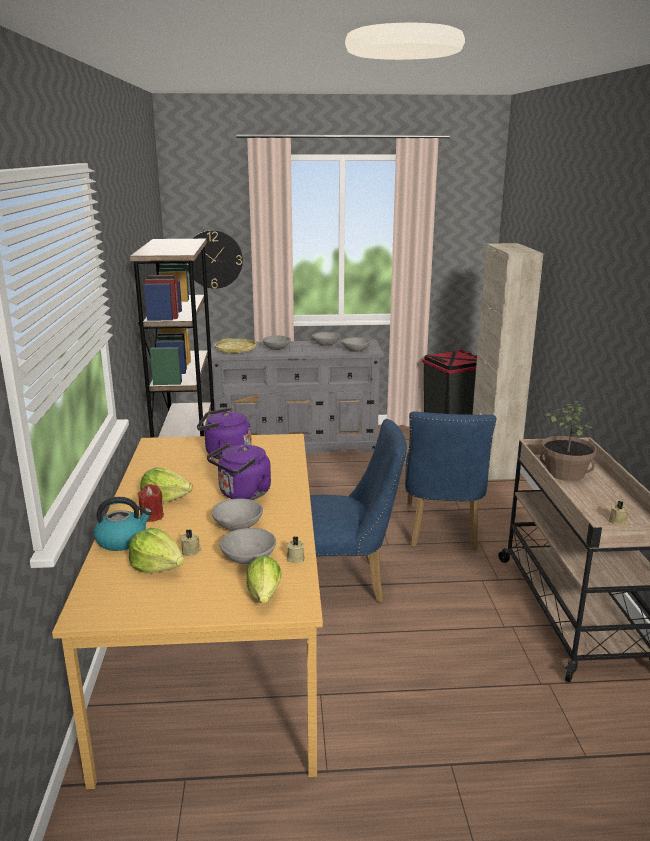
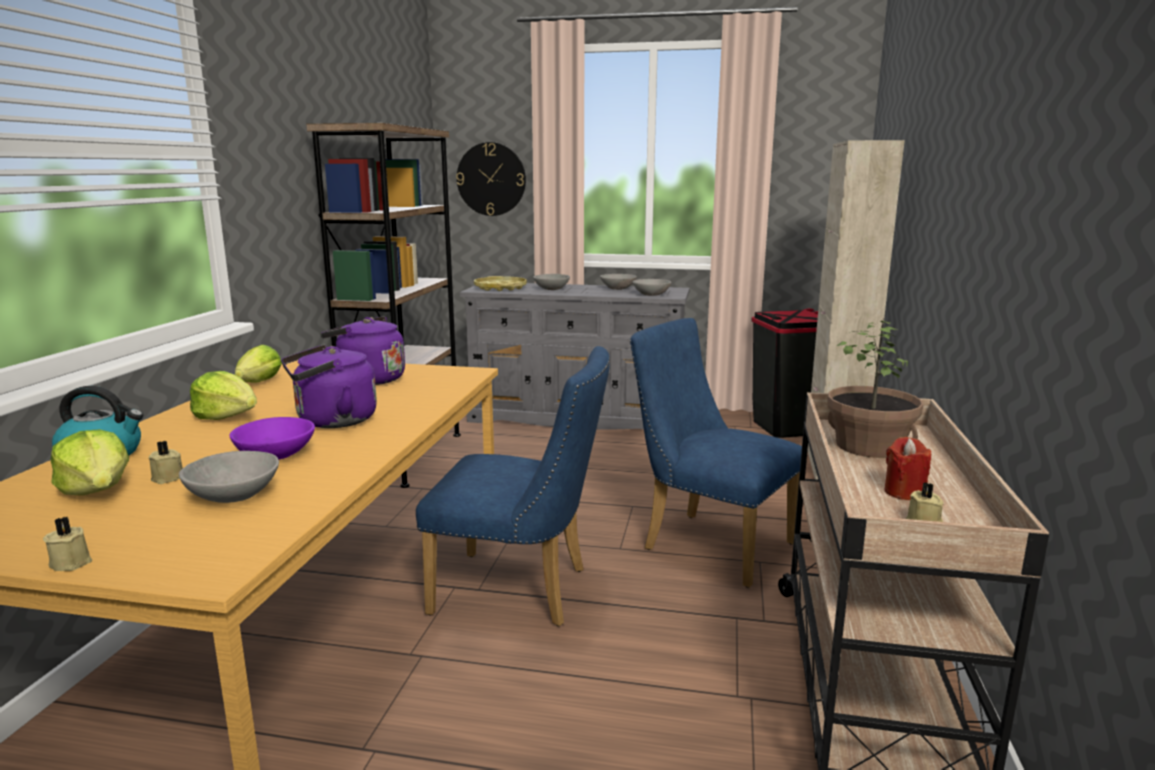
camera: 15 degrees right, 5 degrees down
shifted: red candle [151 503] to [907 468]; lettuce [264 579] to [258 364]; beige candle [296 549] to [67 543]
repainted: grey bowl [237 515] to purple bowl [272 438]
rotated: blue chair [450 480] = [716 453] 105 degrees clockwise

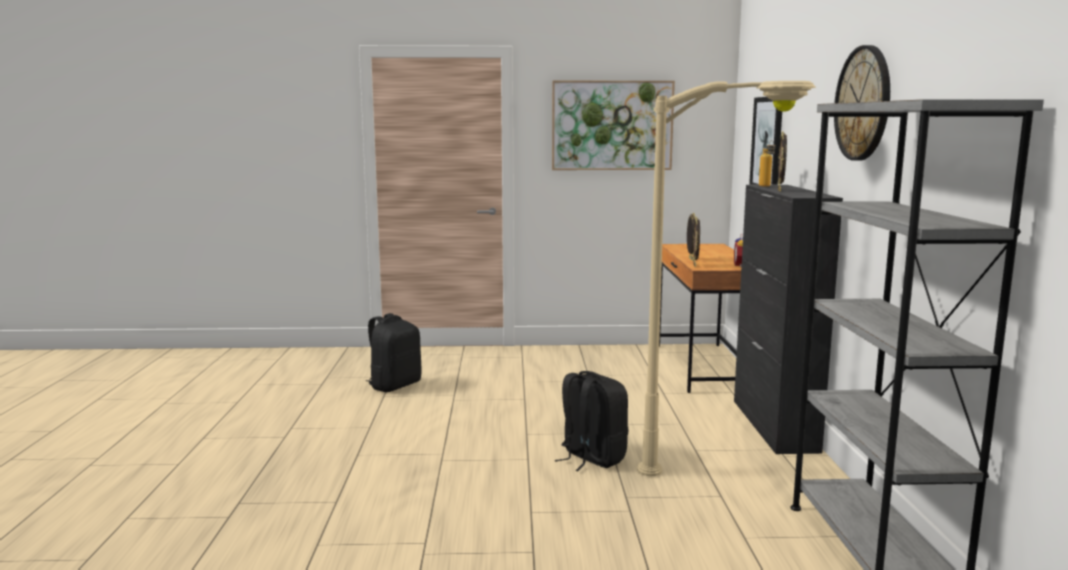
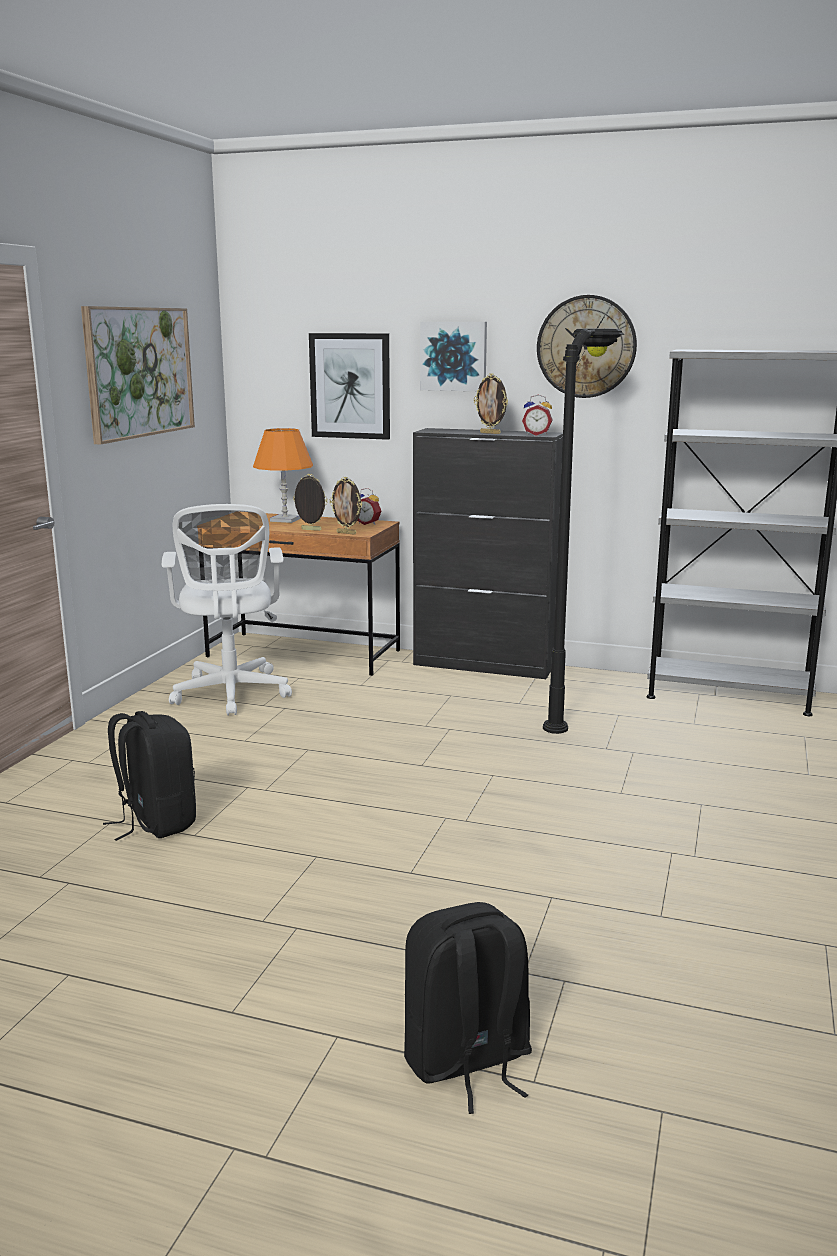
camera: 70 degrees left, 5 degrees up
gone: bottle [767 163]
new: white office chair [227 610]; orange table lamp [283 475]; picture [453 356]; alarm clock [537 415]
shifted: black backpack [591 421] to [468 1008]
repainted: beige floor lamp [726 278] to black floor lamp [583 531]

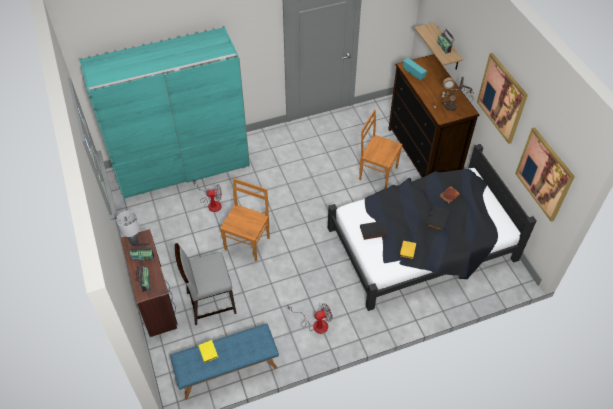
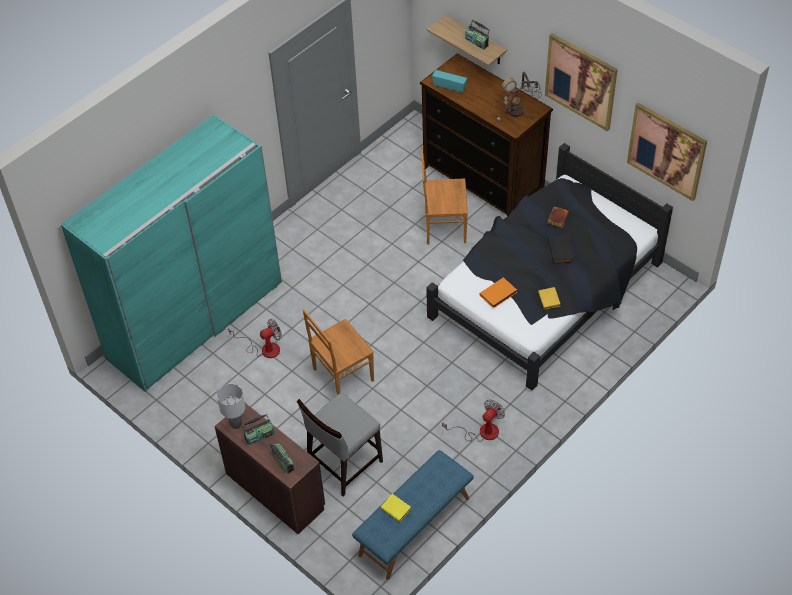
camera: 25 degrees left, 0 degrees up
repainted: black book [374 230] to orange book [498 292]
rotated: brown chair [245 219] = [338 352] 120 degrees counterclockwise

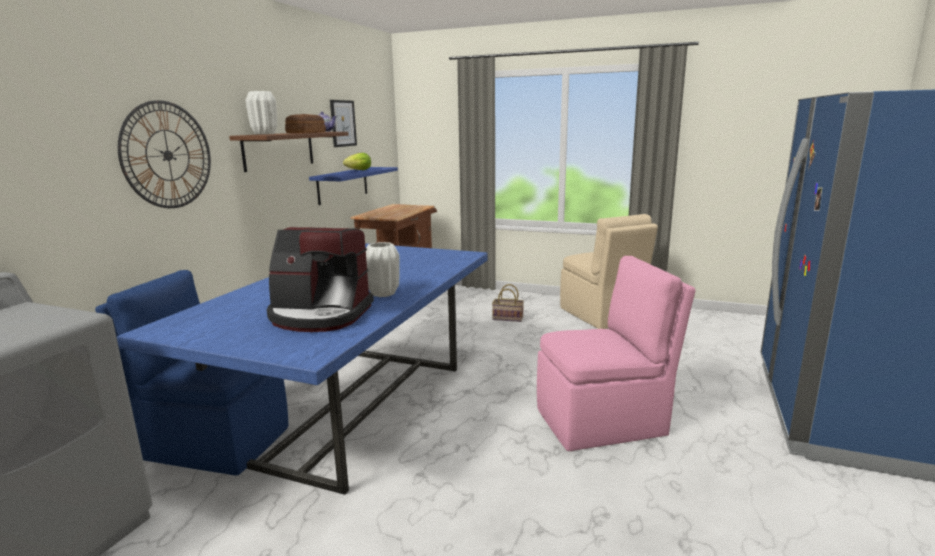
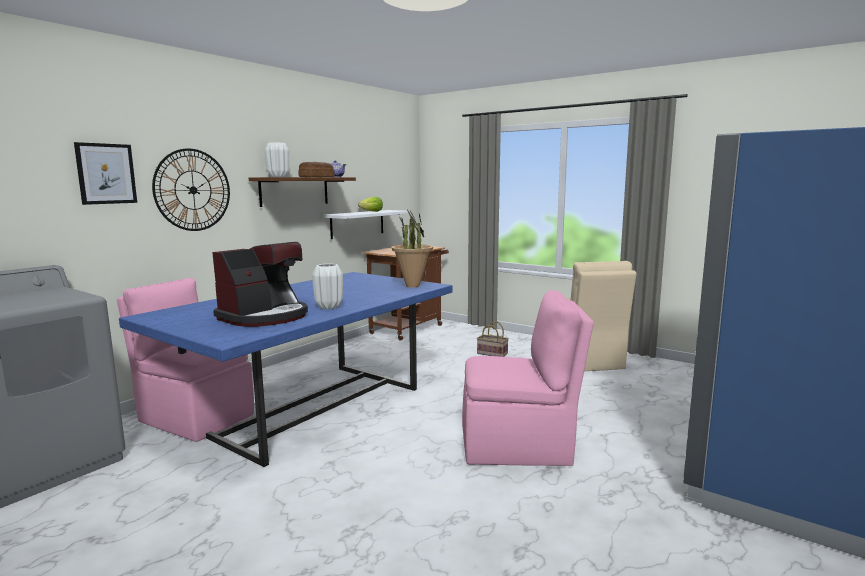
camera: 15 degrees right, 5 degrees down
new: potted plant [412 248]
shifted: picture [343 123] to [105 173]
repainted: blue chair [191 373] to pink chair [185 360]; blue shelf [353 186] to white shelf [366 224]
rotated: coffee machine [320 279] = [260 284] 75 degrees counterclockwise

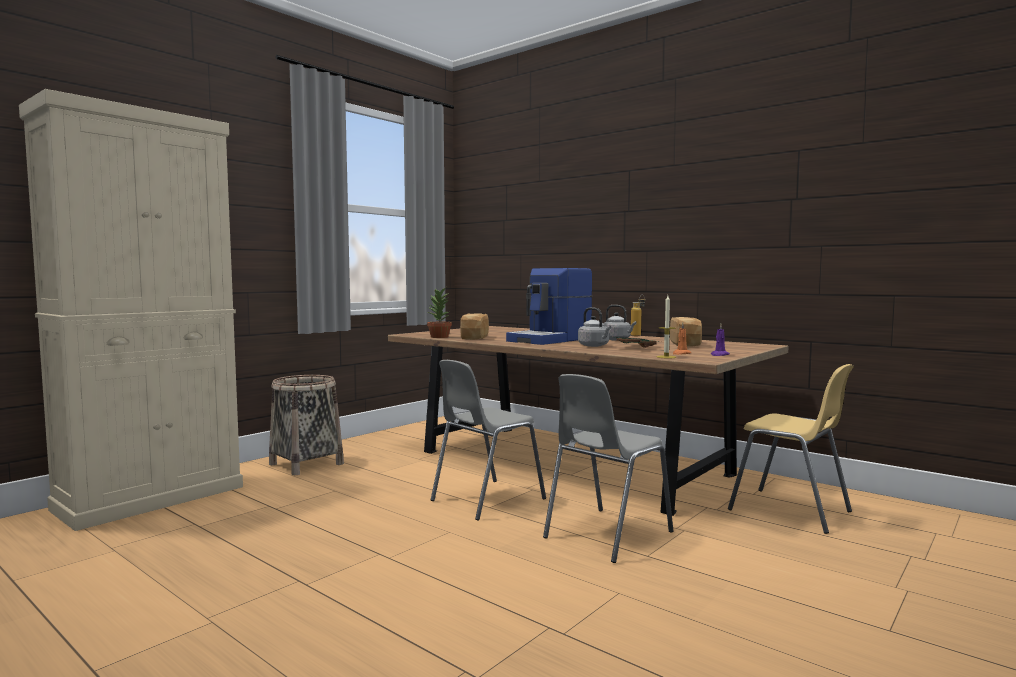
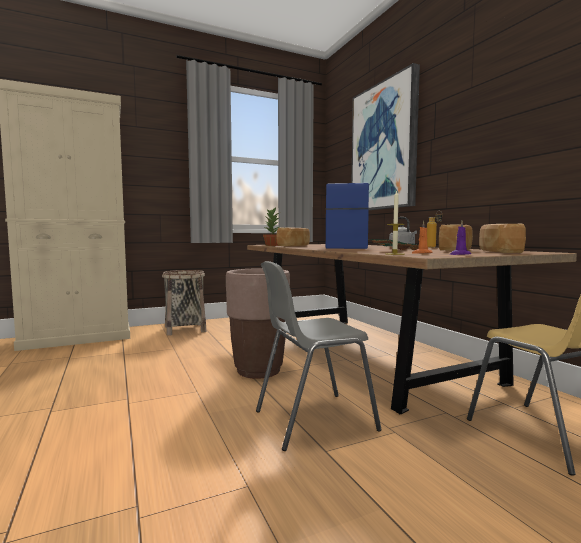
camera: 25 degrees right, 0 degrees up
gone: grey kettle [594 327]
new: picture [386 136]; bread [502 238]
swapped: grey chair [488 440] to brown planter [258 324]
rotated: coffee machine [549 306] = [347 216] 120 degrees clockwise

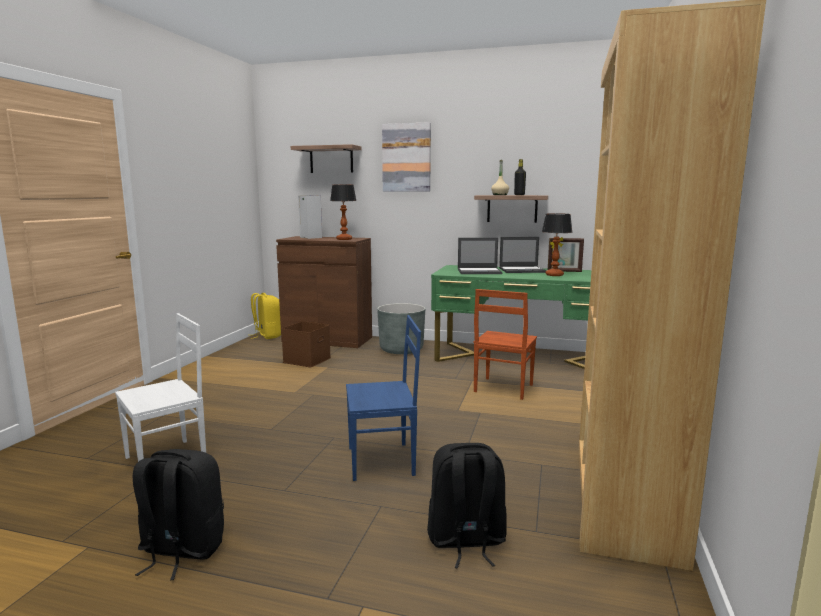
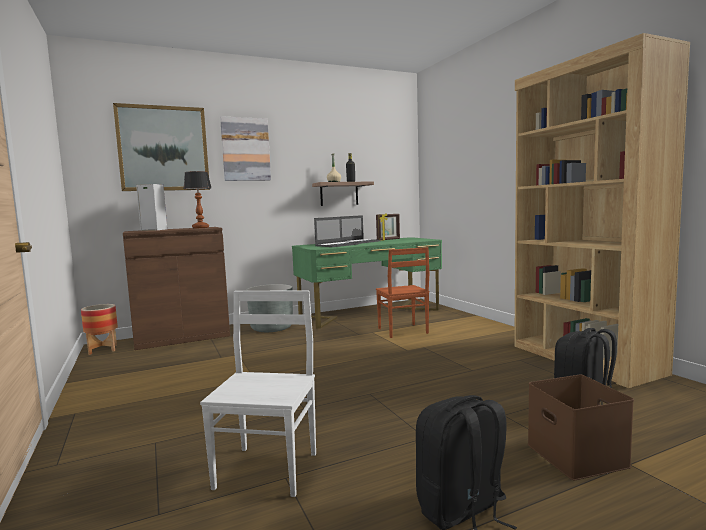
camera: 40 degrees left, 5 degrees down
gone: blue chair [383 398]; table lamp [557 244]
shifted: brown storage box [306 344] to [581 427]
swapped: yellow backpack [266 316] to planter [99 329]; shelf [326 158] to picture [161 147]

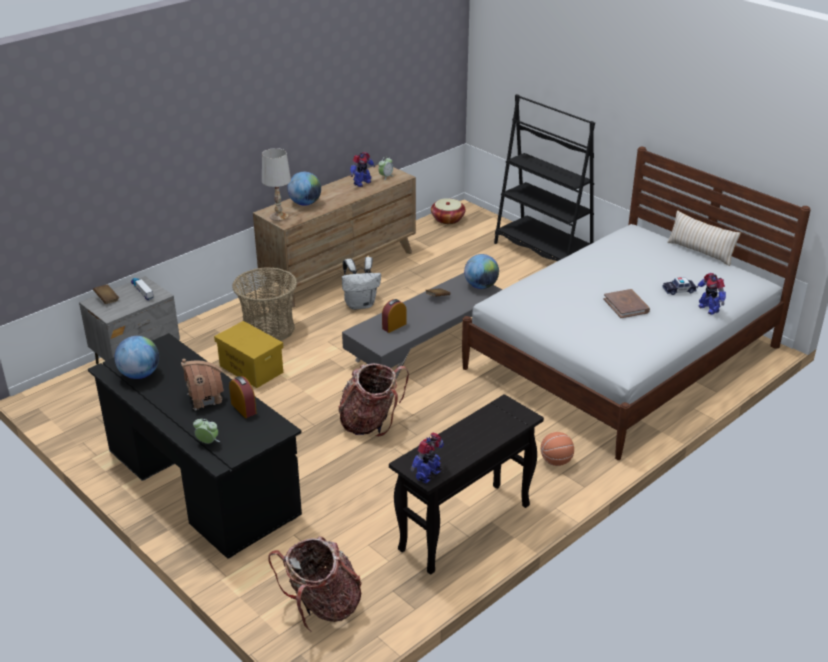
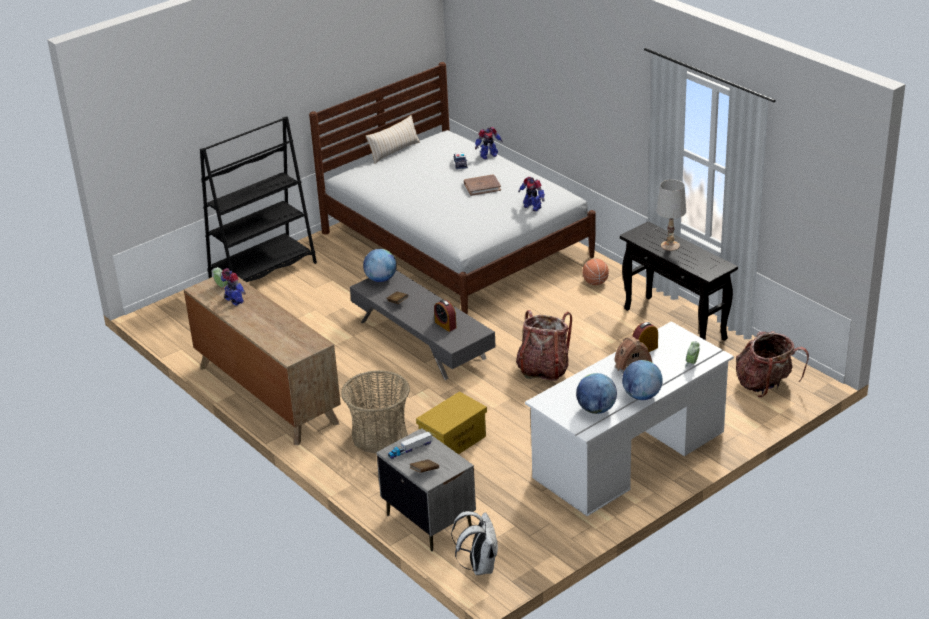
camera: 85 degrees left, 0 degrees up
gone: basket [448 211]
shifted: white table lamp [276 184] to [671 215]; globe [304 189] to [642 380]; white backpack [361 283] to [474 543]; toy robot [427 458] to [531 194]
repainted: black desk [195 446] to white desk [629 418]

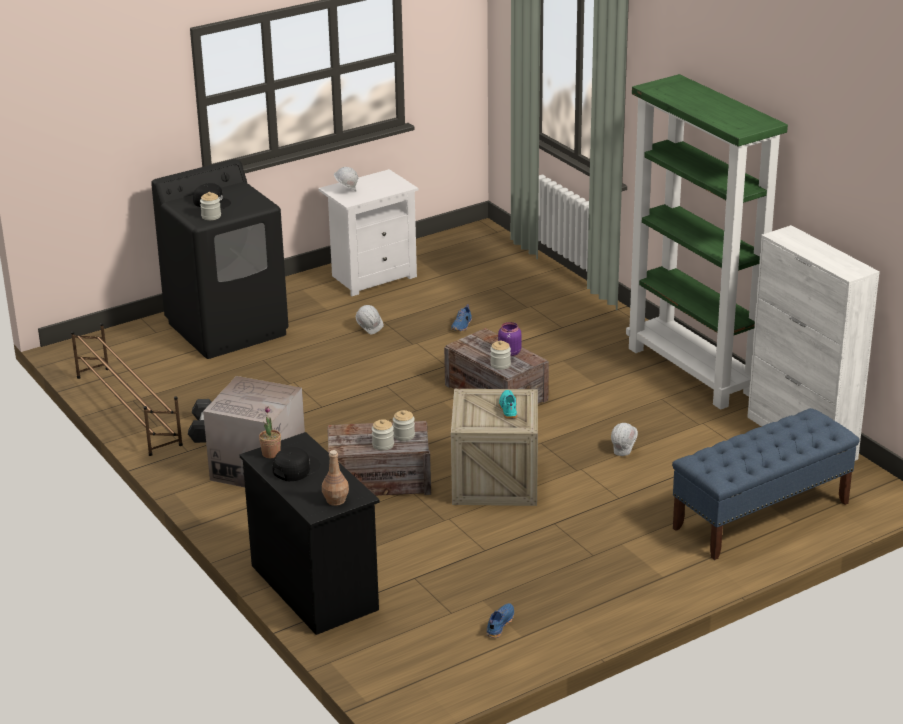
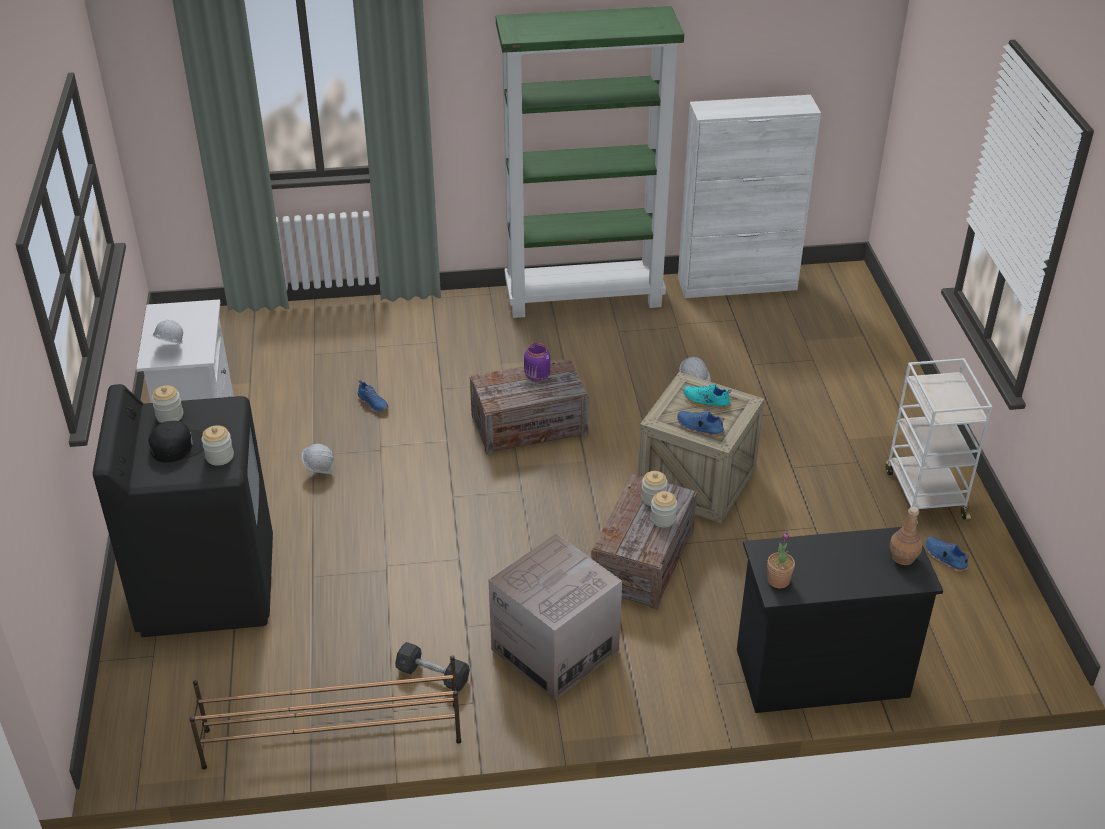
camera: 65 degrees left, 10 degrees up
gone: black cap [296 464]; blue bench [766 484]
new: blue shoe [701 424]; white cart [938 441]
shifted: jar [500 355] to [167 404]

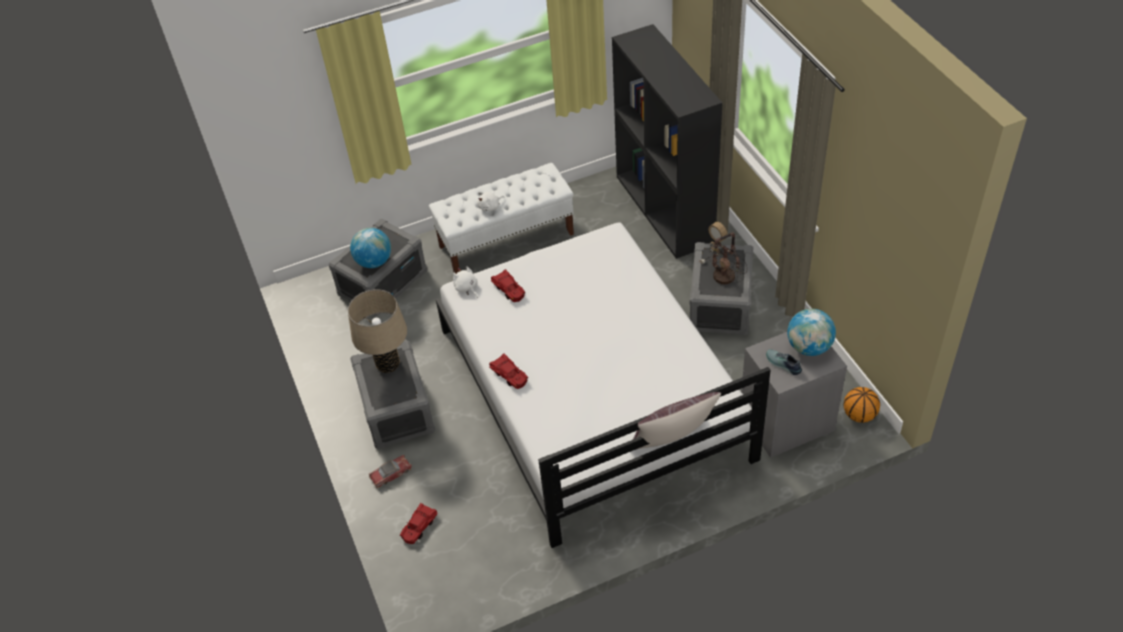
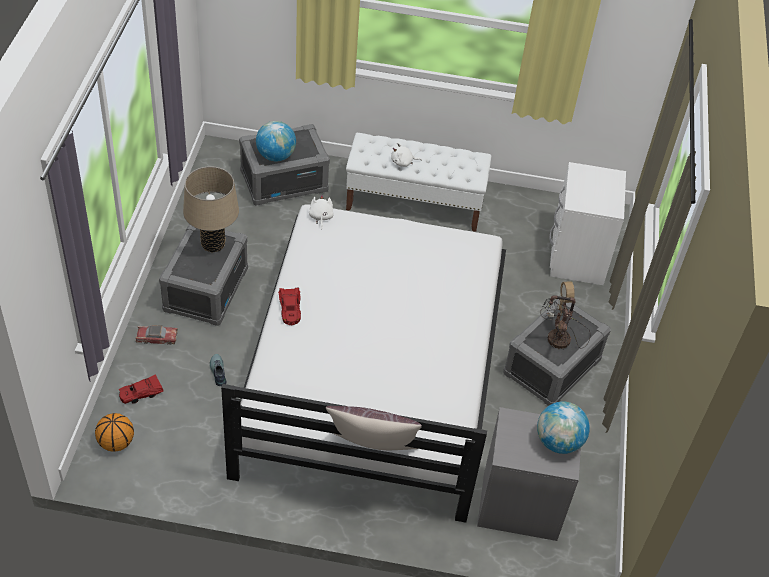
camera: 25 degrees right, 0 degrees up
gone: red toy car [508 285]
shifted: shoe [784 362] to [218 370]; basketball [862 405] to [114 432]
swapped: black bookcase [667 141] to white nightstand [587 223]

